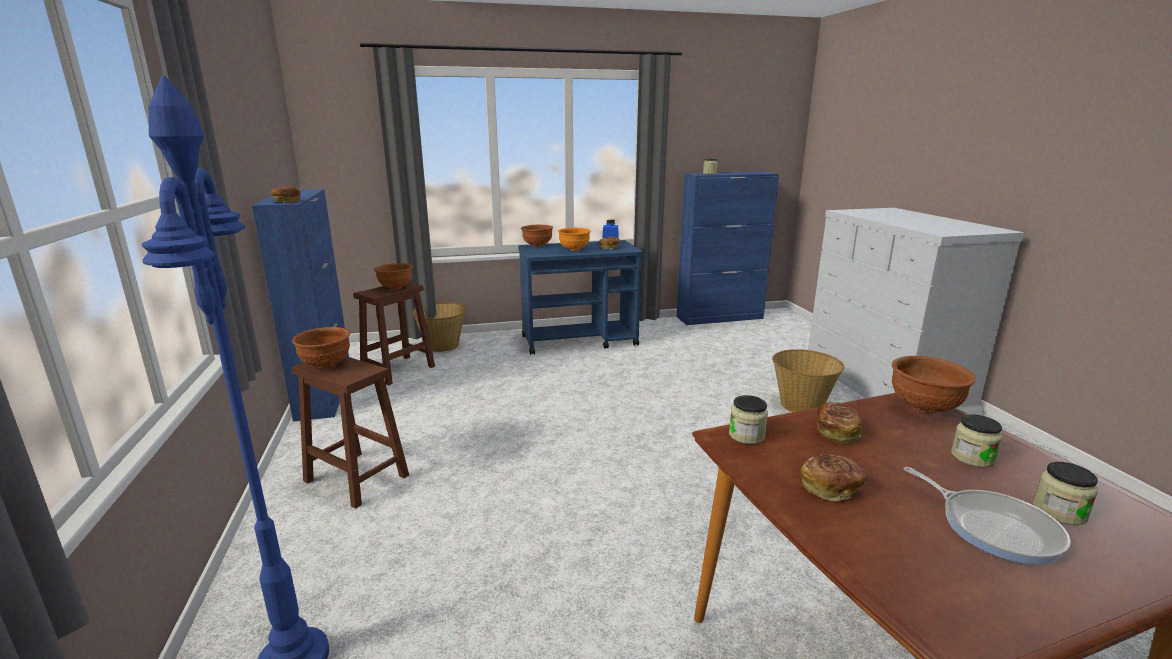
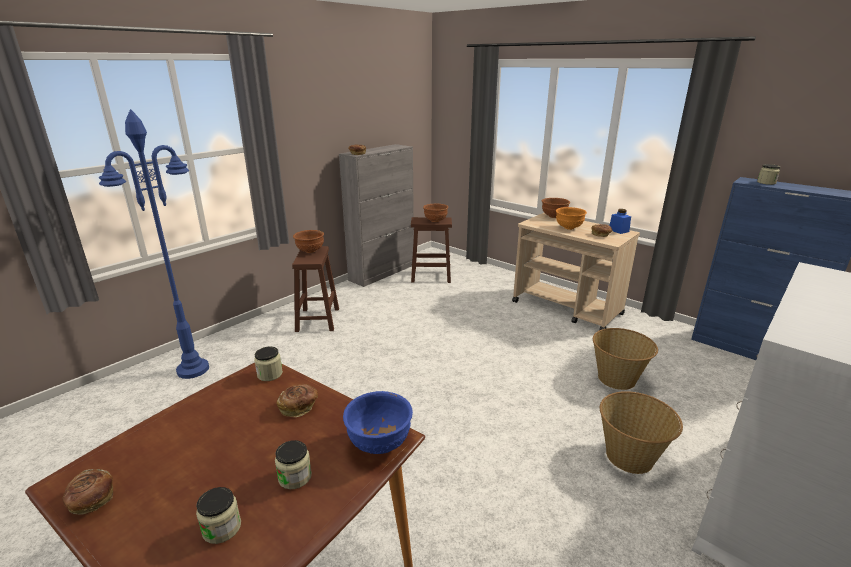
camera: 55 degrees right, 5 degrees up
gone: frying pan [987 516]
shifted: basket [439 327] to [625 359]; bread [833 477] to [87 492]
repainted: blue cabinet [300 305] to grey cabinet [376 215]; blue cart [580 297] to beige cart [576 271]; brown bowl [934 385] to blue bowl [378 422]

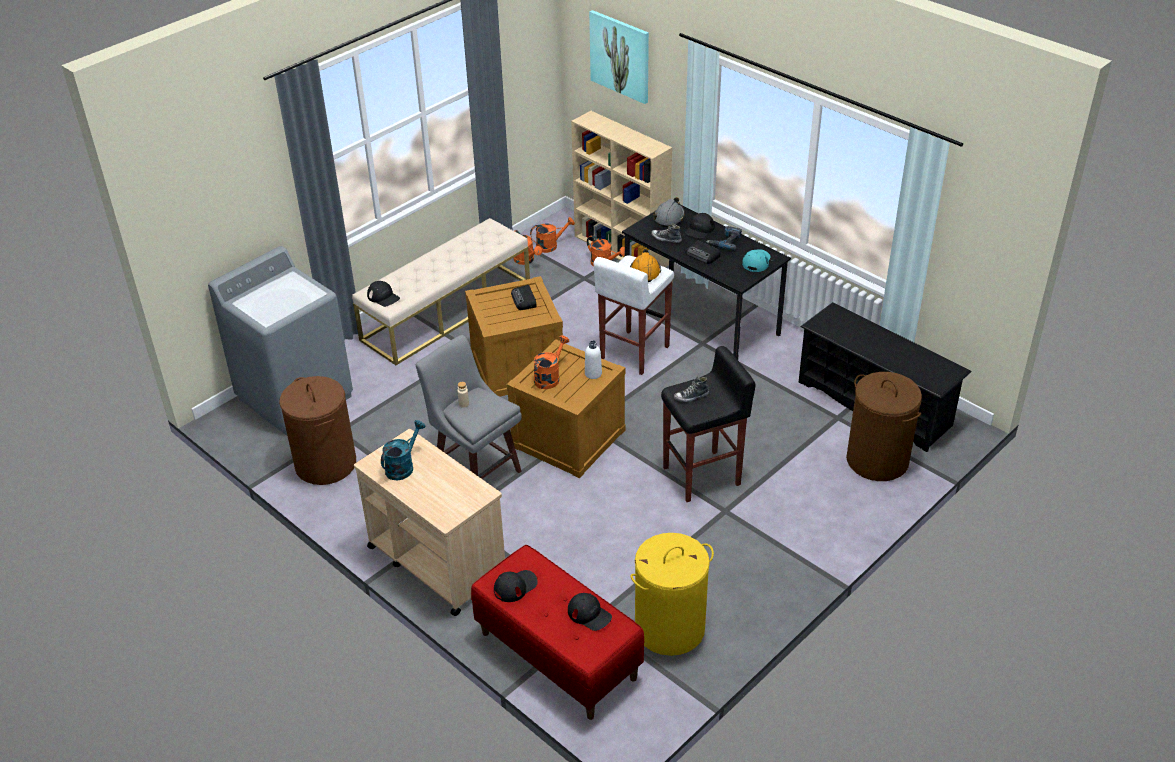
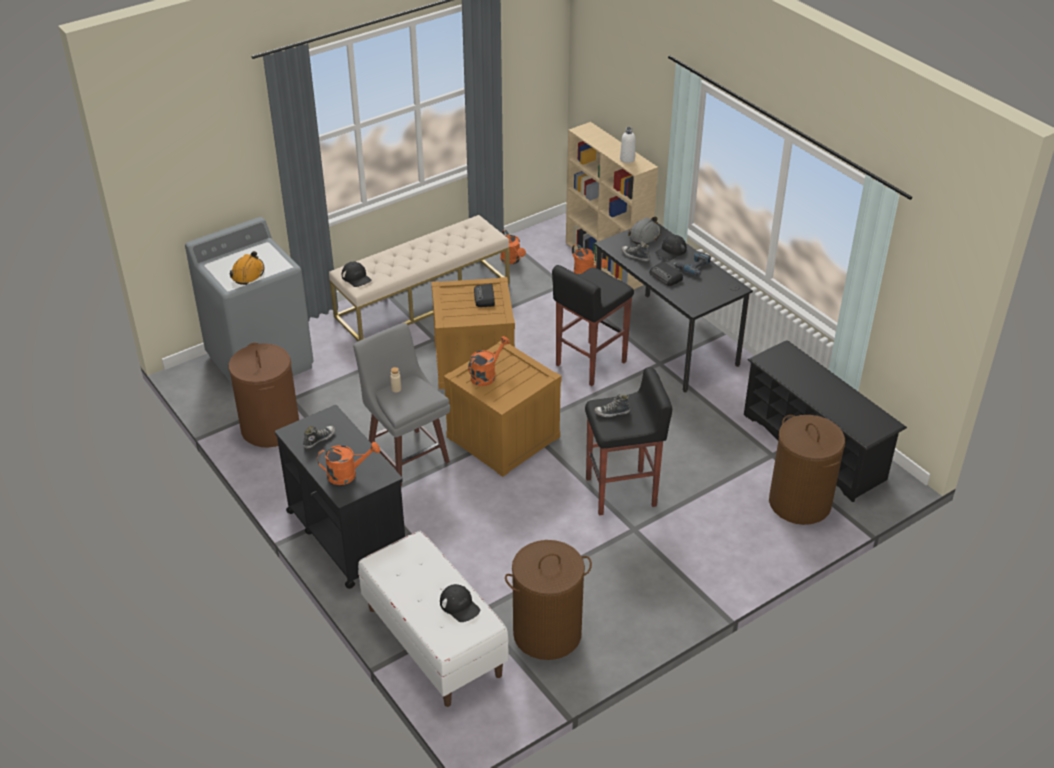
camera: 10 degrees right, 0 degrees up
gone: black cap [516 586]; picture [619 57]; turquoise cap [756 260]
shifted: orange watering can [552 235] to [348 463]; white bottle [593 359] to [627 145]; orange hard hat [645 265] to [247 268]
swapped: turquoise watering can [403 450] to shoe [319 437]
repainted: beige cart [429 522] to black cart [340 497]; red bench [558 632] to white bench [433 619]; white stool [634 315] to black stool [593 325]; yellow laundry basket [672 594] to brown laundry basket [548 600]

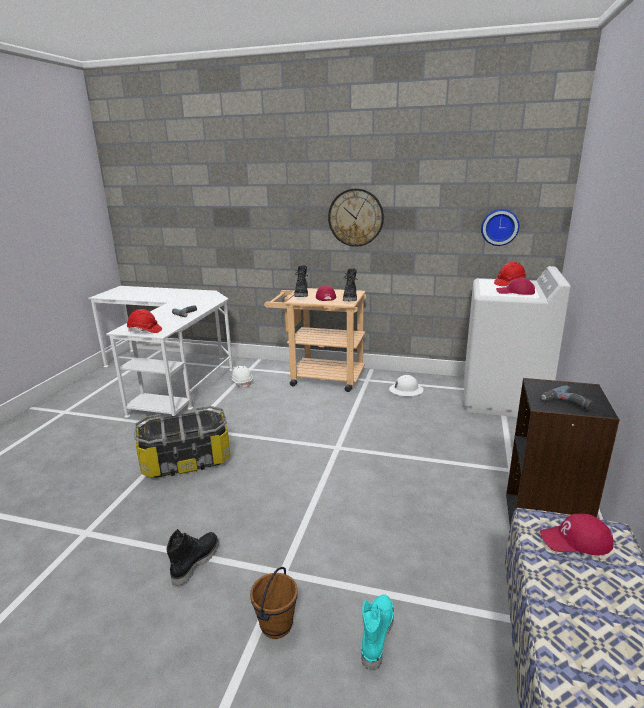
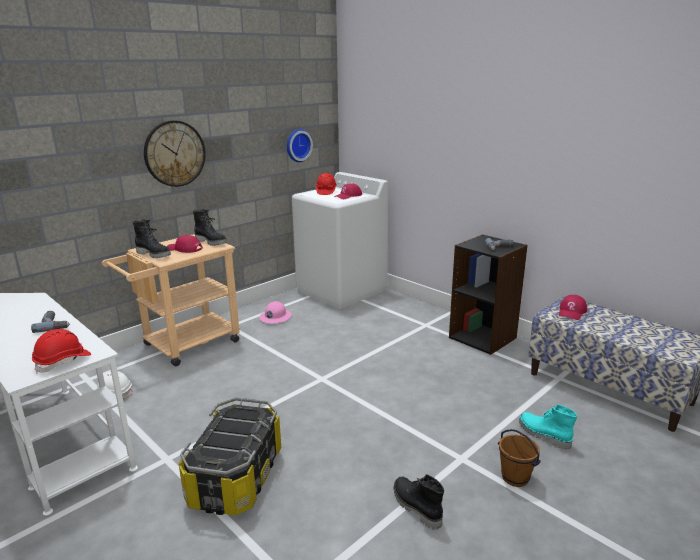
camera: 60 degrees left, 0 degrees up
repainted: white hard hat [406 385] to pink hard hat [276 312]

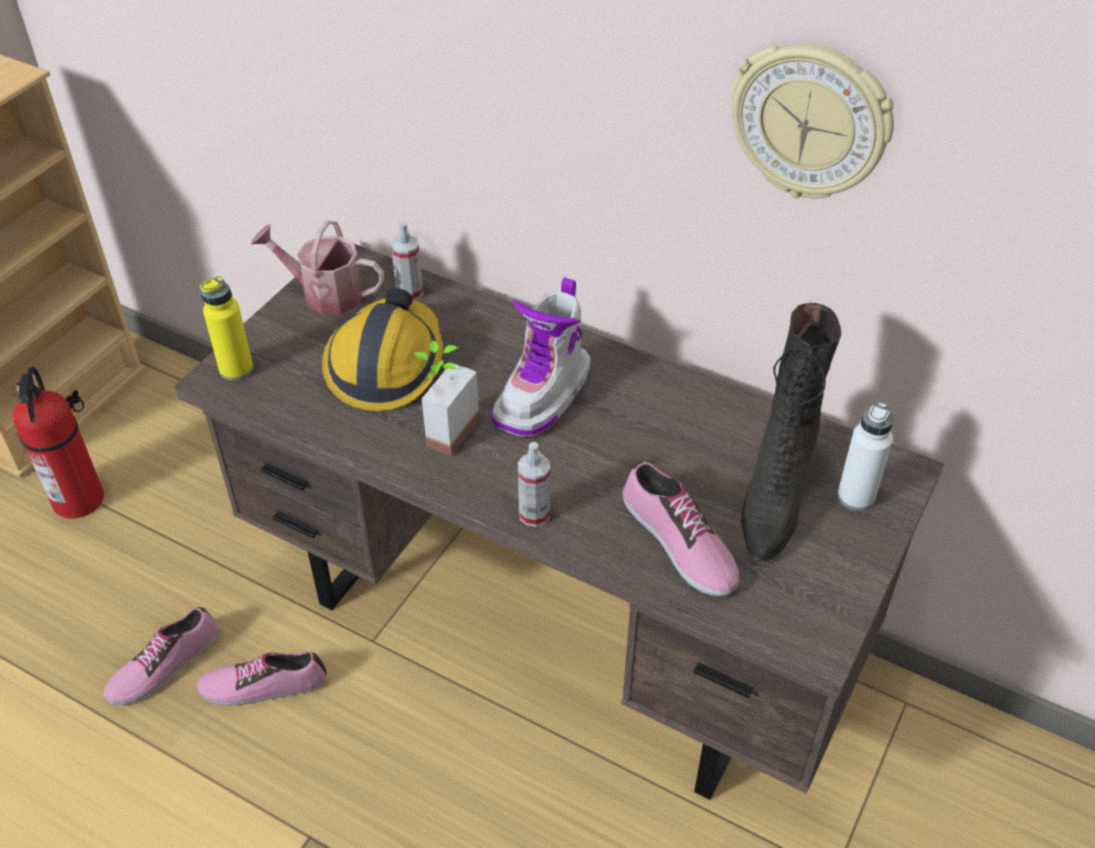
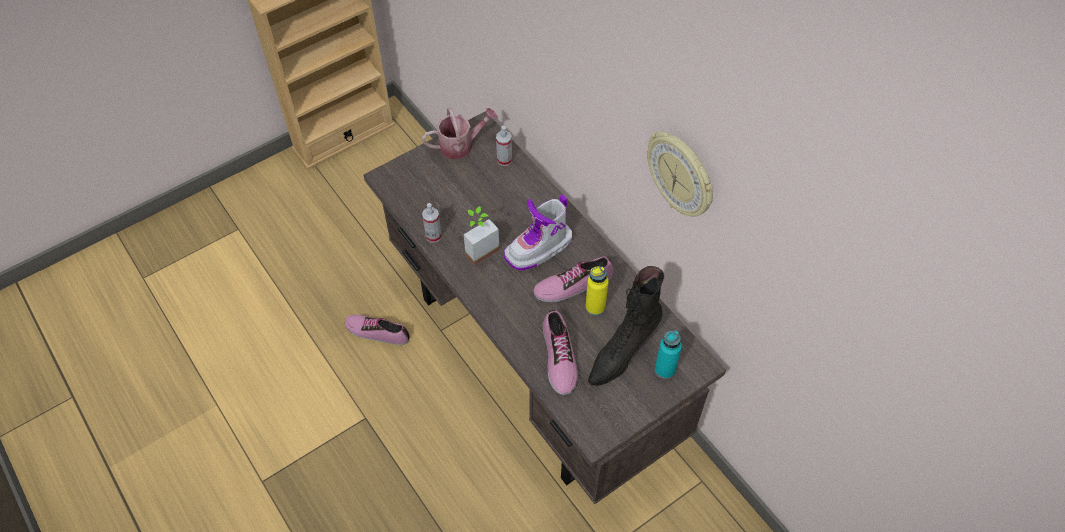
camera: 25 degrees right, 10 degrees up
gone: fire extinguisher [57 443]; hard hat [382 349]
shifted: shoe [161 656] to [573 279]; yellow bottle [226 328] to [597 291]; spray bottle [534 484] to [432 223]
repainted: white bottle [865 456] to turquoise bottle [668 354]
rotated: watering can [317 267] = [460 133] 120 degrees clockwise

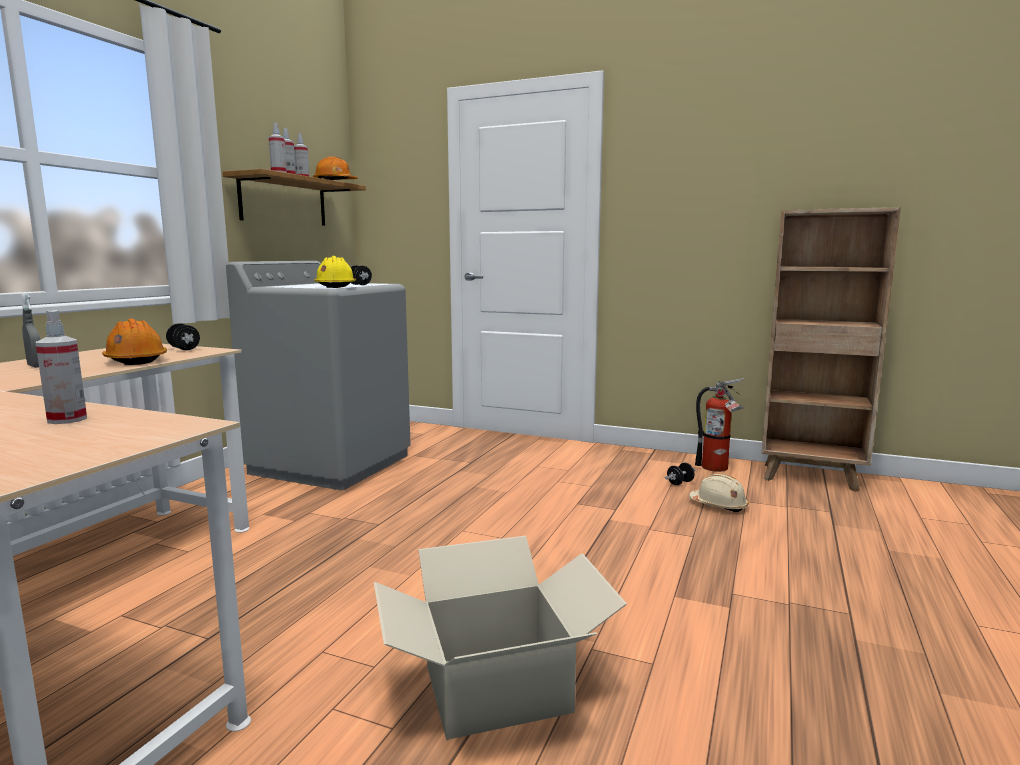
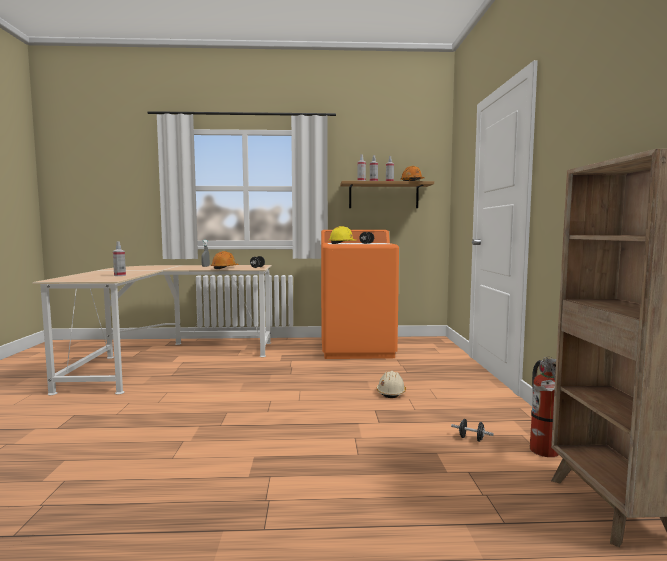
camera: 65 degrees right, 5 degrees down
gone: cardboard box [500 638]
shifted: beige hard hat [719 493] to [391 384]
repainted: grey washing machine [318 375] to orange washing machine [360 294]

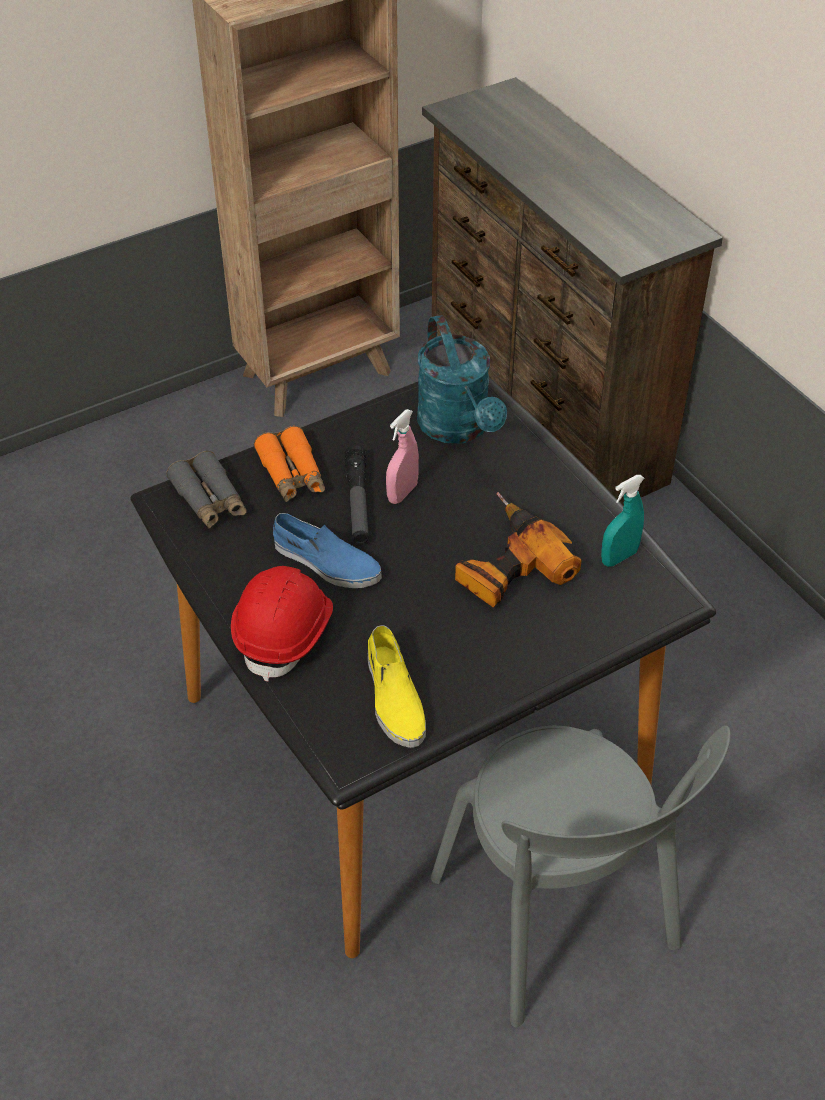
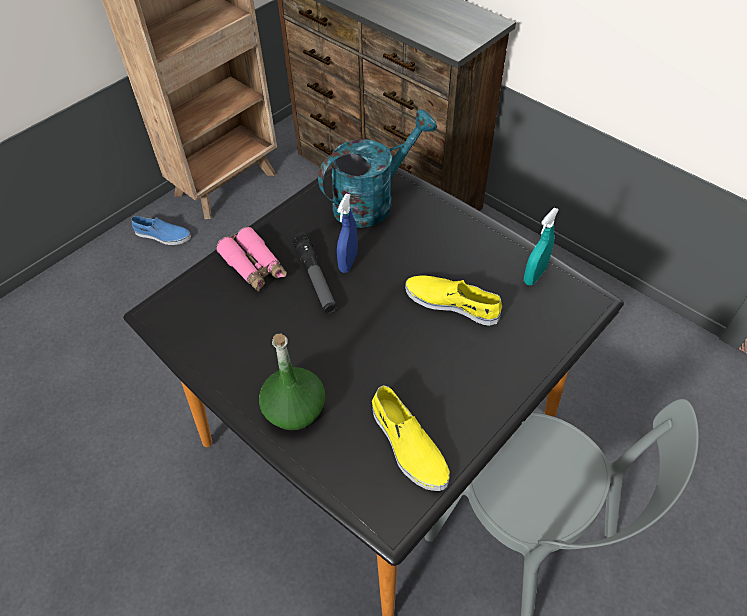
camera: 15 degrees left, 5 degrees up
gone: grey binoculars [206 490]
shifted: blue shoe [327 550] to [161 230]
swapped: red hard hat [282 623] to green bottle [292 382]; power drill [518 550] to yellow shoe [453 301]
repainted: orange binoculars [289 464] to pink binoculars [251 259]; pink spray bottle [402 456] to blue spray bottle [347 233]
rotated: turquoise watering can [462 379] = [377 168] 90 degrees counterclockwise

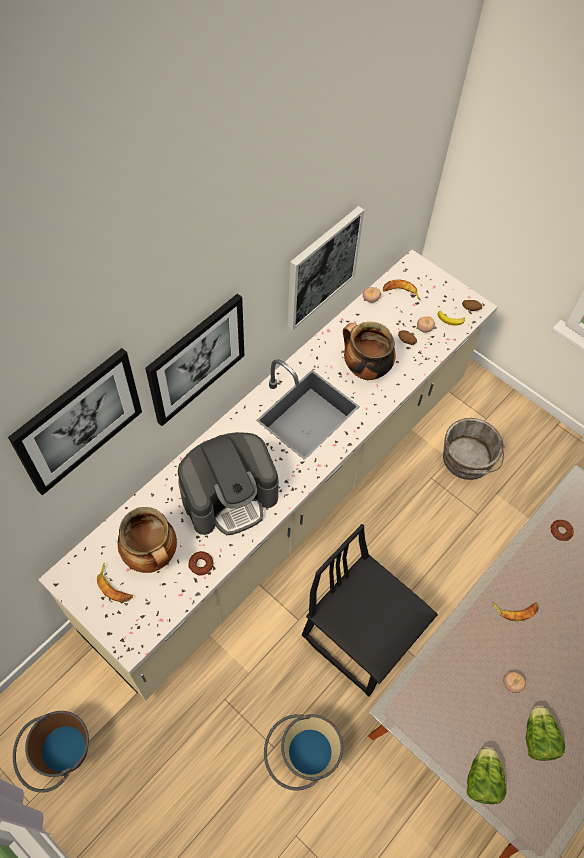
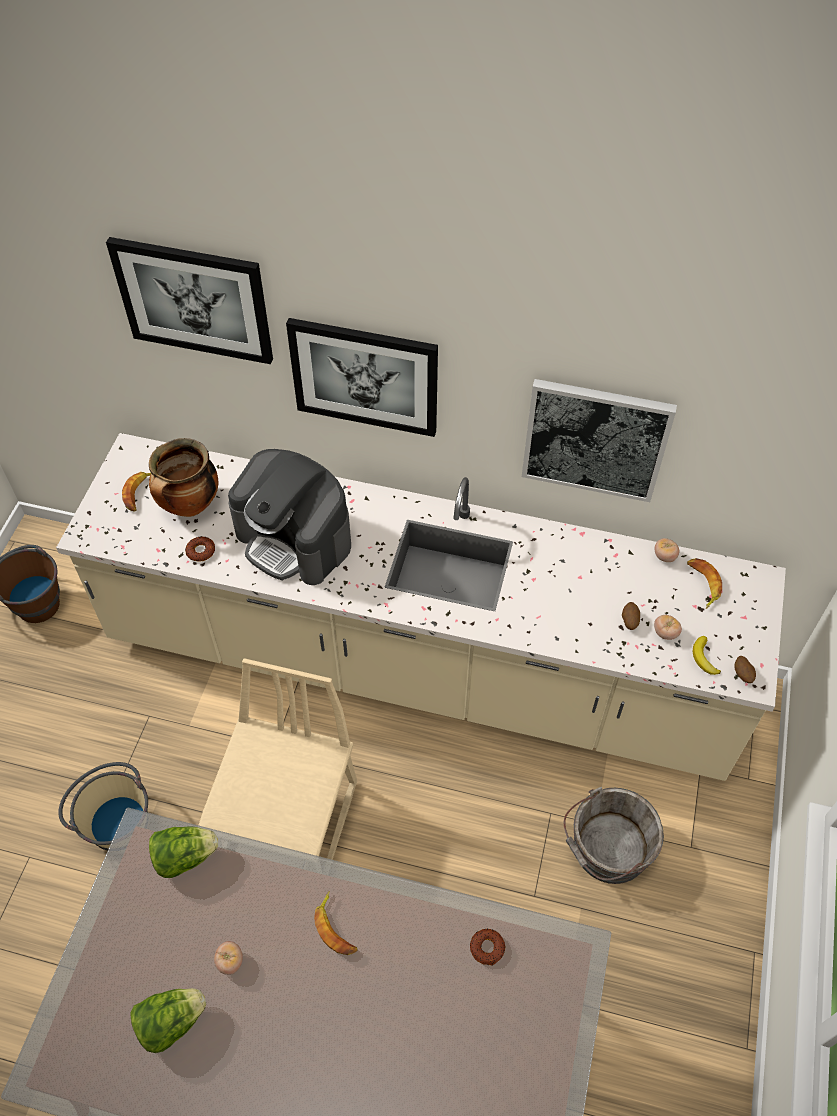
camera: 65 degrees right, 5 degrees down
gone: cooking pot [369 351]
shifted: lettuce [486 775] to [183 852]
repainted: black chair [370 610] to beige chair [278 759]

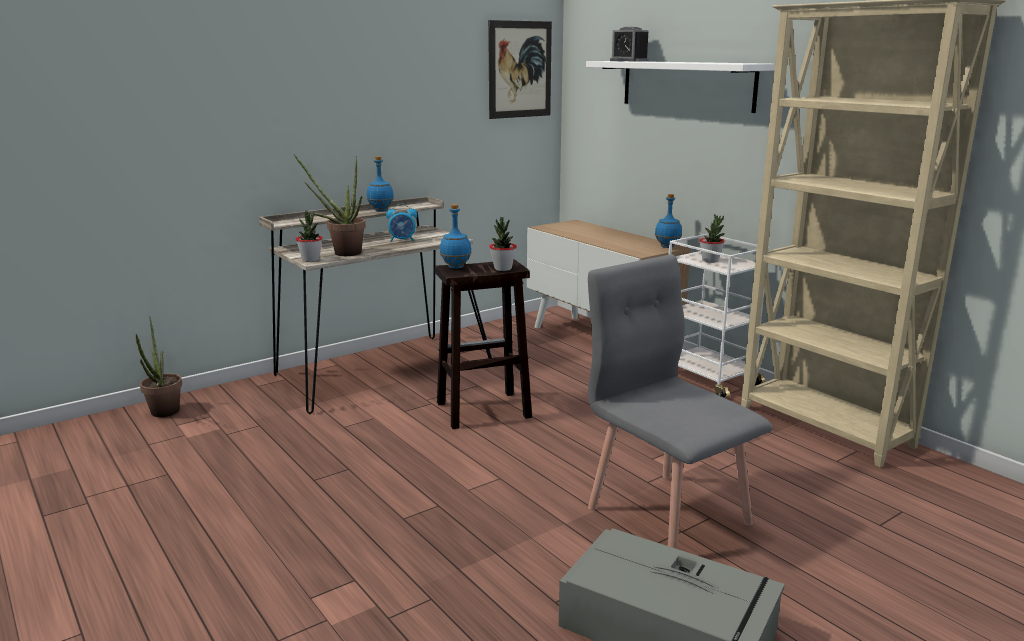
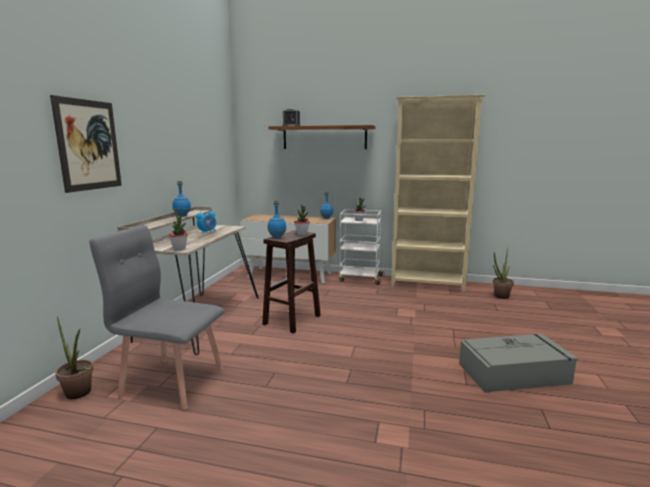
camera: 40 degrees left, 5 degrees down
shifted: potted plant [330 205] to [503 273]; picture [520 69] to [86 144]; grey chair [680 402] to [157 317]
repainted: white shelf [680 87] to brown shelf [322 137]

